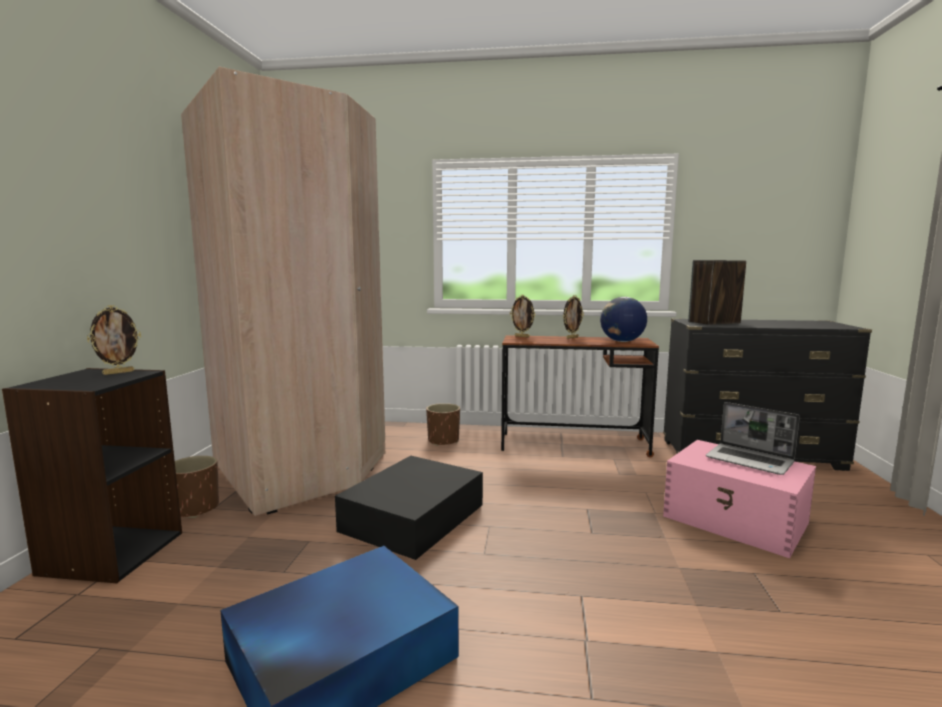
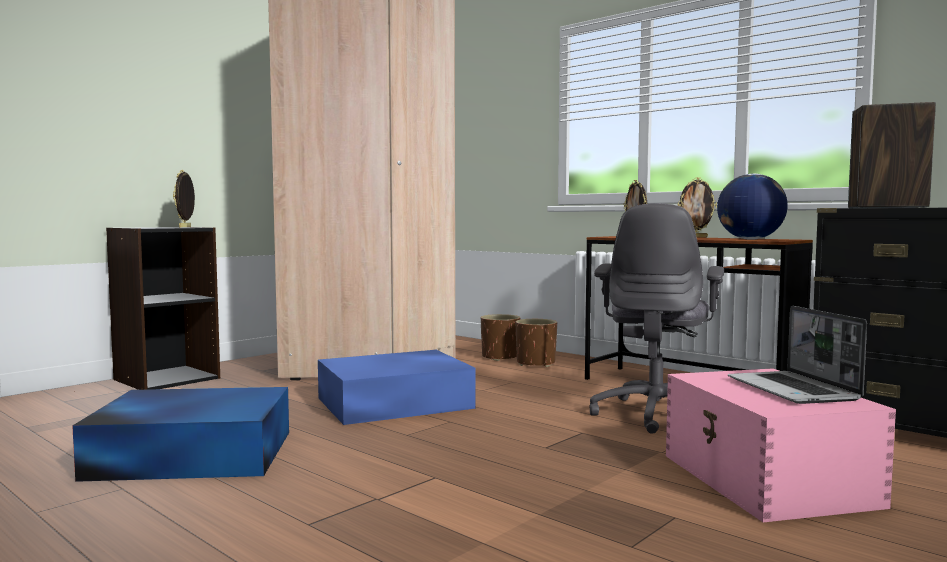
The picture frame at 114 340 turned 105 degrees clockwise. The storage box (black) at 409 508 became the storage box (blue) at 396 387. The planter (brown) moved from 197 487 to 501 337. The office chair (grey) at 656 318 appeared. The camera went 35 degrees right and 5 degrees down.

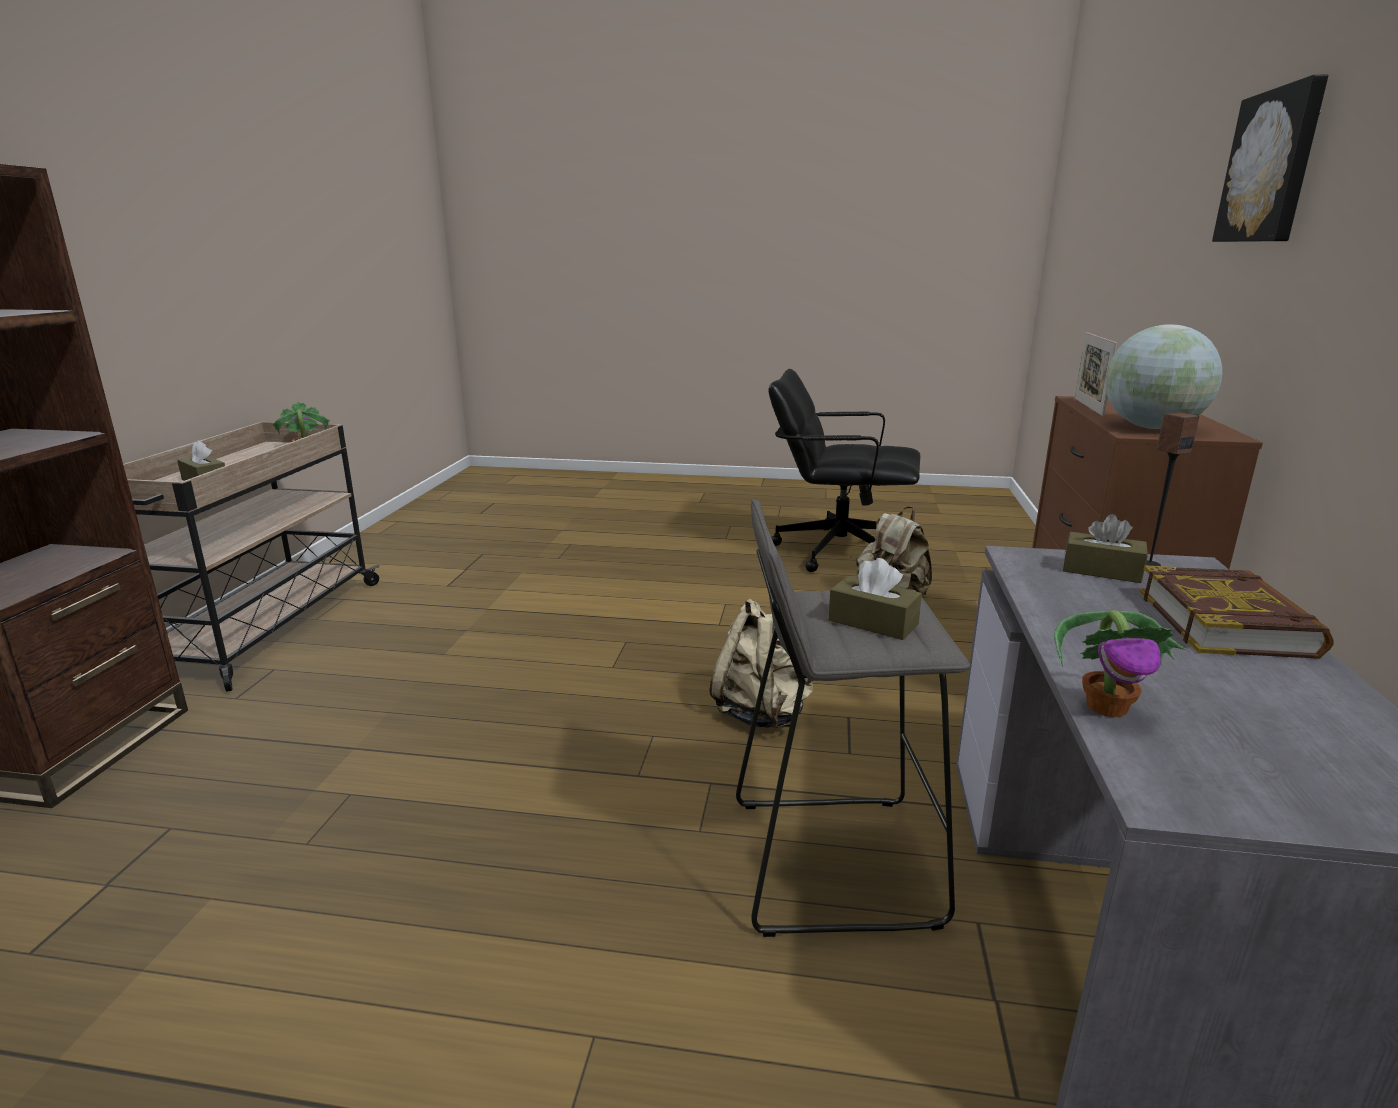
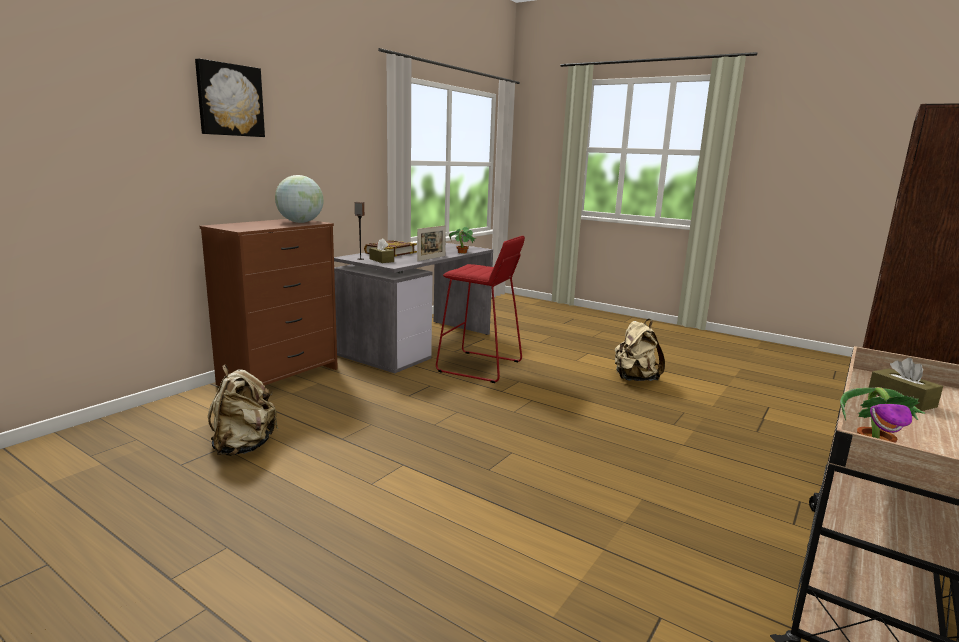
The picture frame moved from 1096 374 to 431 243. The stool (grey) at 853 718 became the stool (red) at 480 309. The backpack (beige) moved from 761 663 to 640 350. The office chair (black) at 844 470 disappeared. The tissue box (brown) at 875 599 disappeared. The camera went 155 degrees left and 5 degrees down.

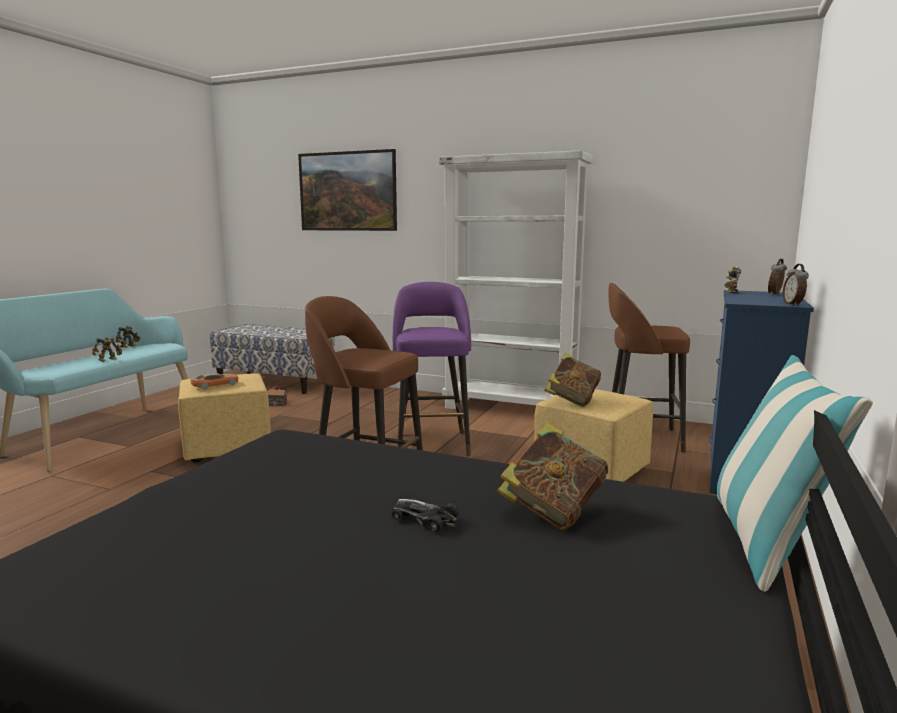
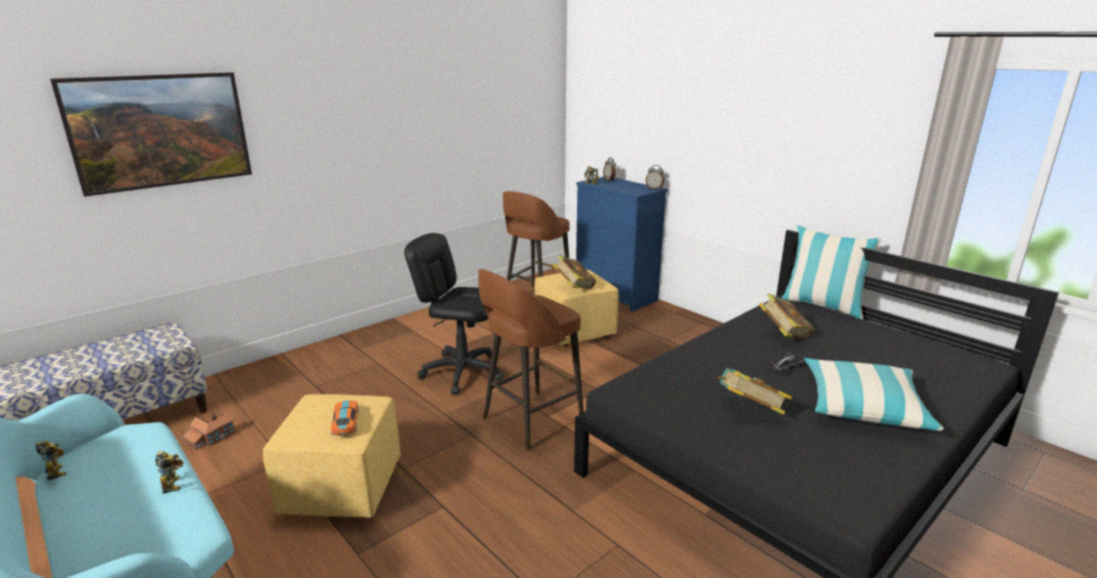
The stool (purple) at 432 369 was replaced by the office chair (black) at 454 313. The book at 754 391 appeared. The pillow at 874 394 appeared. The bookcase (white) at 516 279 disappeared. The camera went 65 degrees left and 10 degrees up.

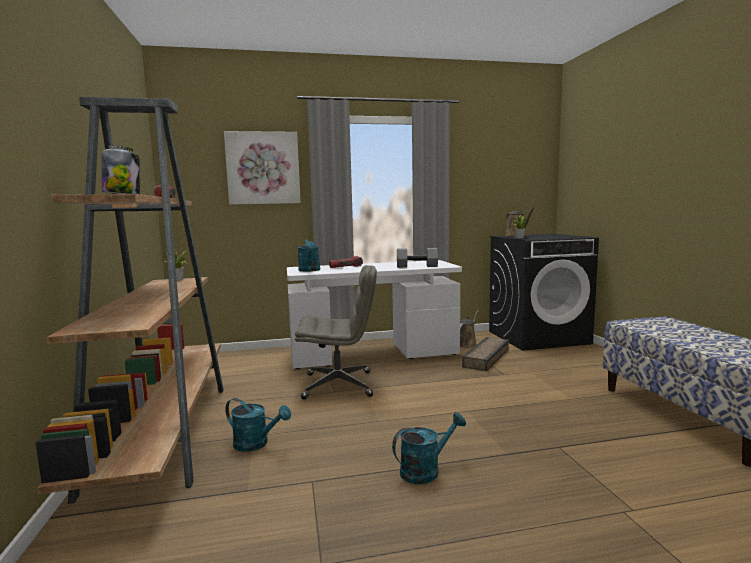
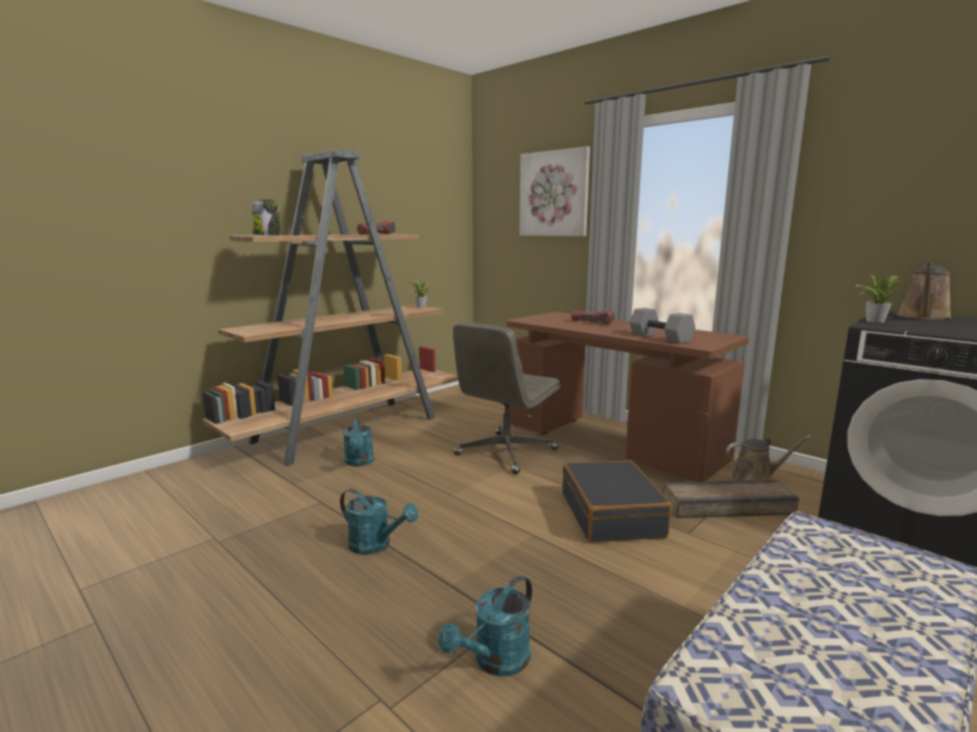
The watering can (turquoise) moved from 308 255 to 485 625. The office chair (grey) at 336 332 turned 75 degrees clockwise. The desk (white) at 374 314 became the desk (brown) at 627 397. The suitcase (black) at 617 501 appeared. The camera went 55 degrees right and 5 degrees up.

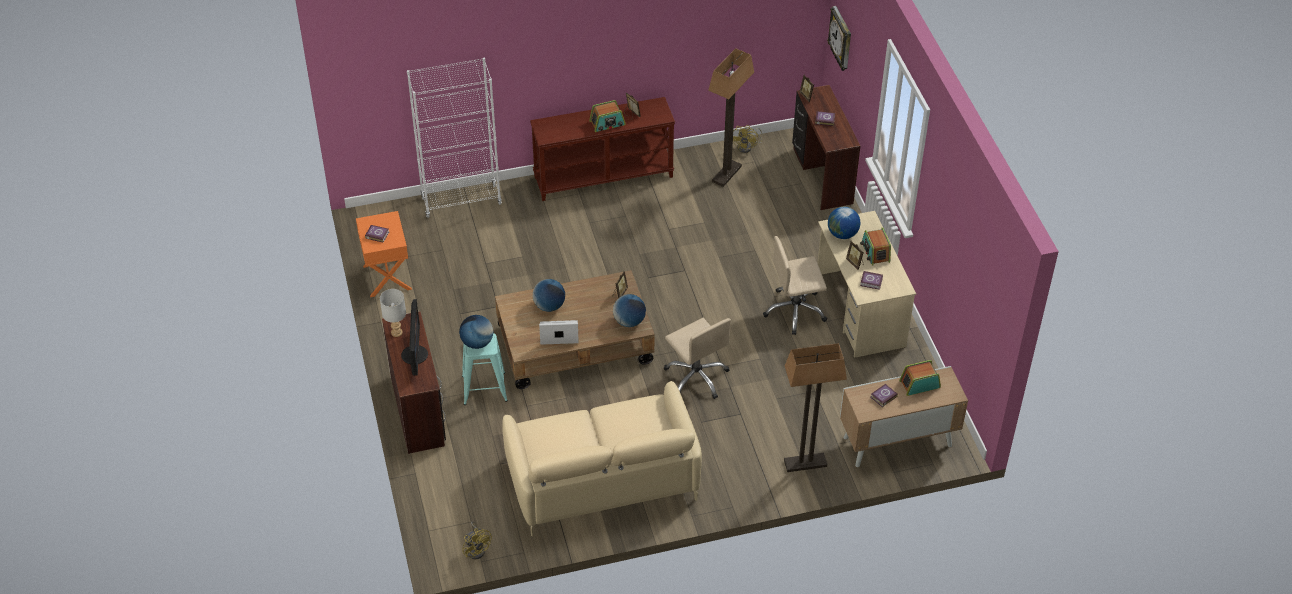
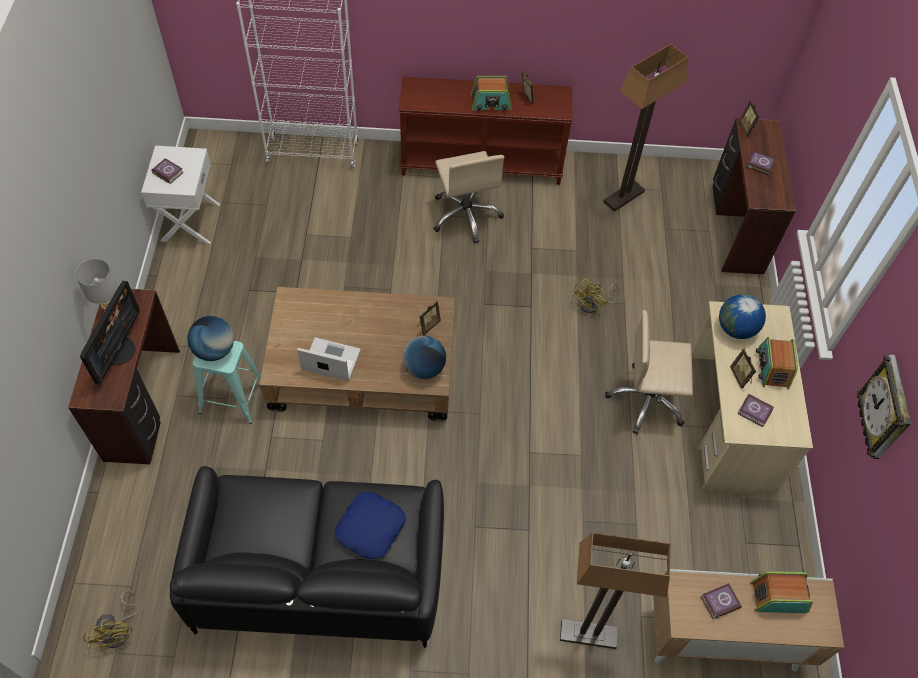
The nightstand (orange) at 384 254 became the nightstand (white) at 180 195. The sofa (beige) at 602 458 became the sofa (black) at 307 557. The pillow (blue) at 370 525 appeared. The office chair (beige) moved from 697 358 to 468 197. The fan (yellow) moved from 747 139 to 595 296. The wall clock moved from 839 38 to 883 407. The globe at 549 295 disappeared. The camera went 15 degrees right and 10 degrees up.

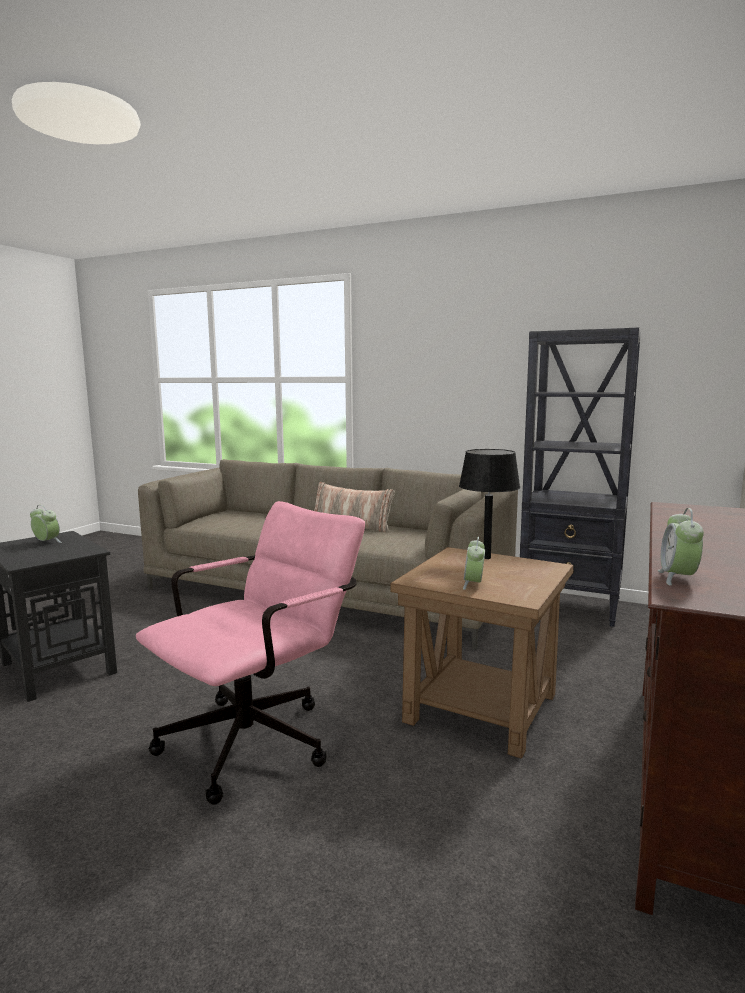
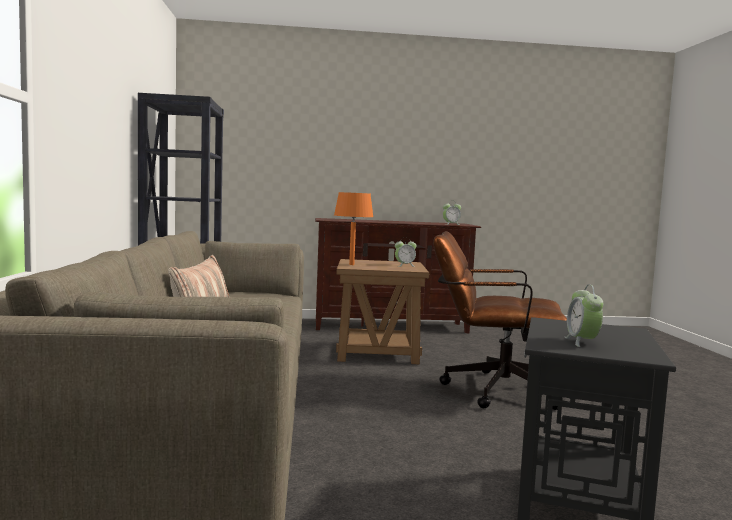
The table lamp (black) at 489 504 became the table lamp (orange) at 354 228. The office chair (pink) at 250 653 became the office chair (brown) at 500 320. The camera went 120 degrees left and 5 degrees down.

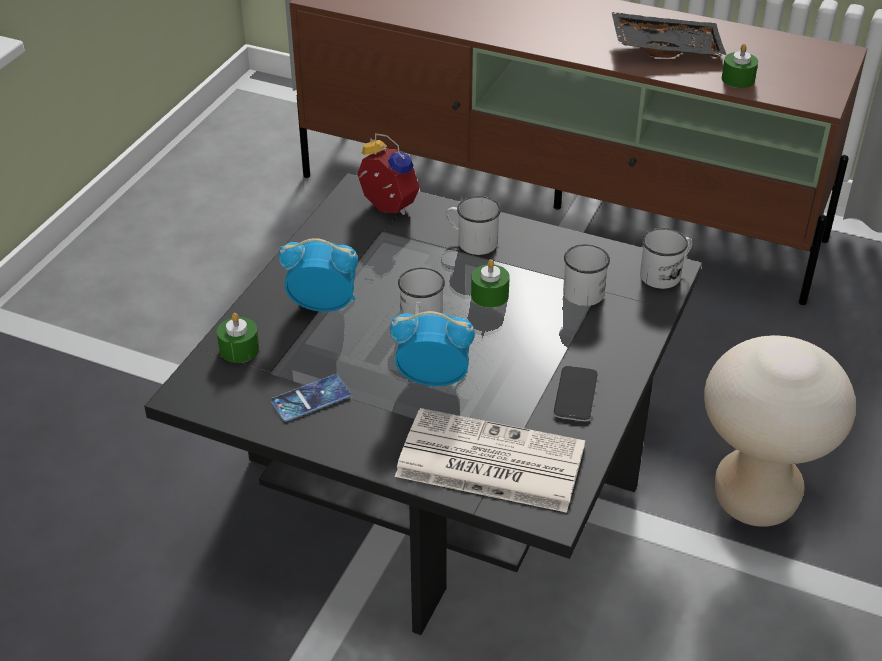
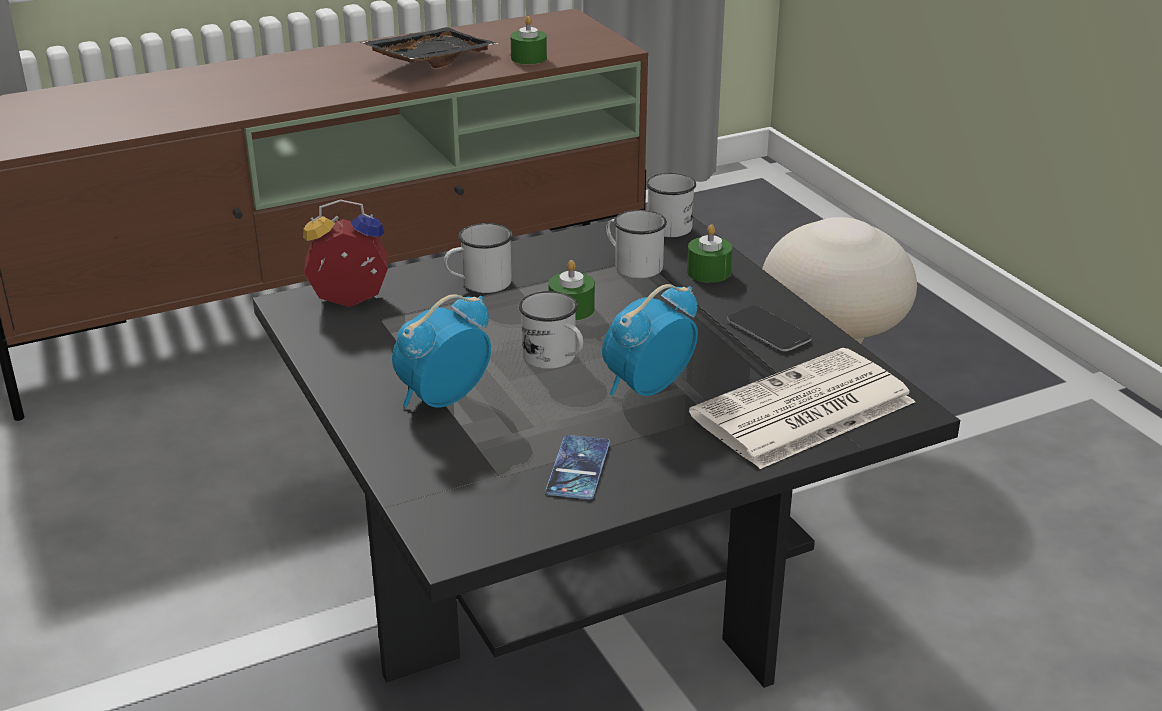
The candle (green) moved from 238 338 to 709 253. The camera went 50 degrees left and 10 degrees down.

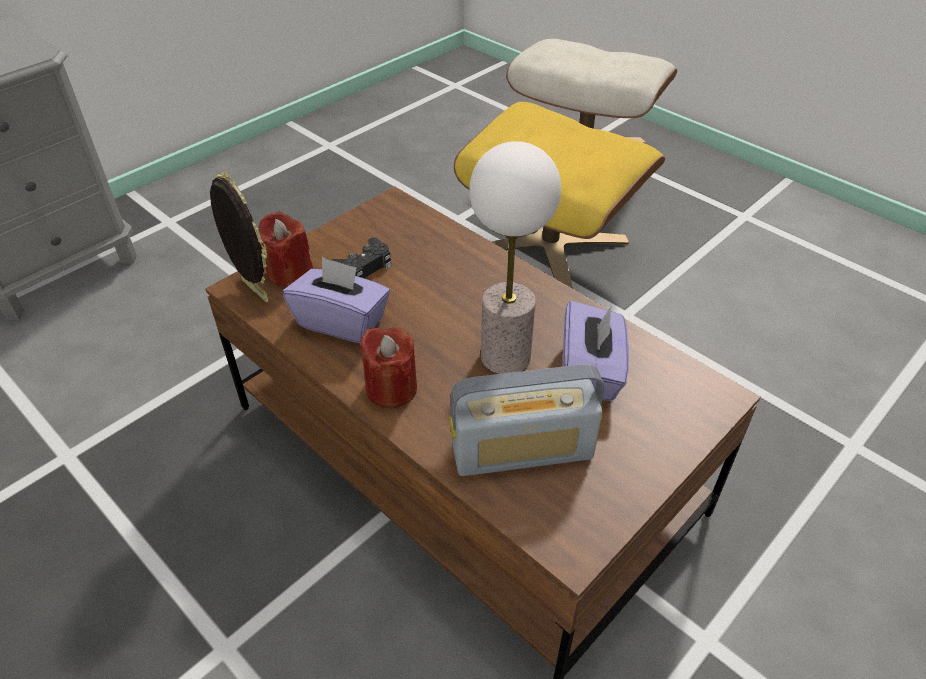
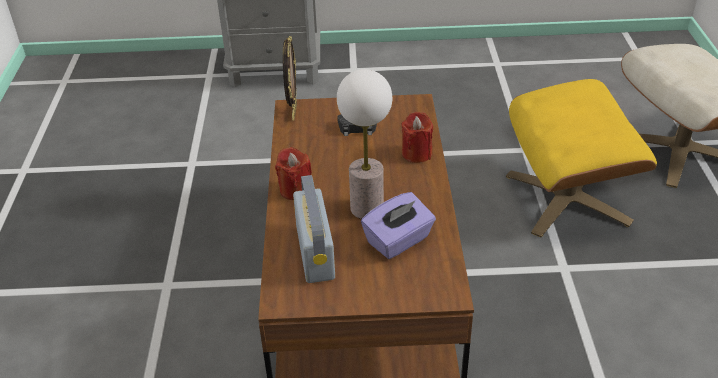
The radio at 526 420 turned 135 degrees counterclockwise. The candle (red) moved from 285 249 to 417 137. The tissue box (purple) at 336 300 disappeared. The camera went 45 degrees right and 5 degrees down.

